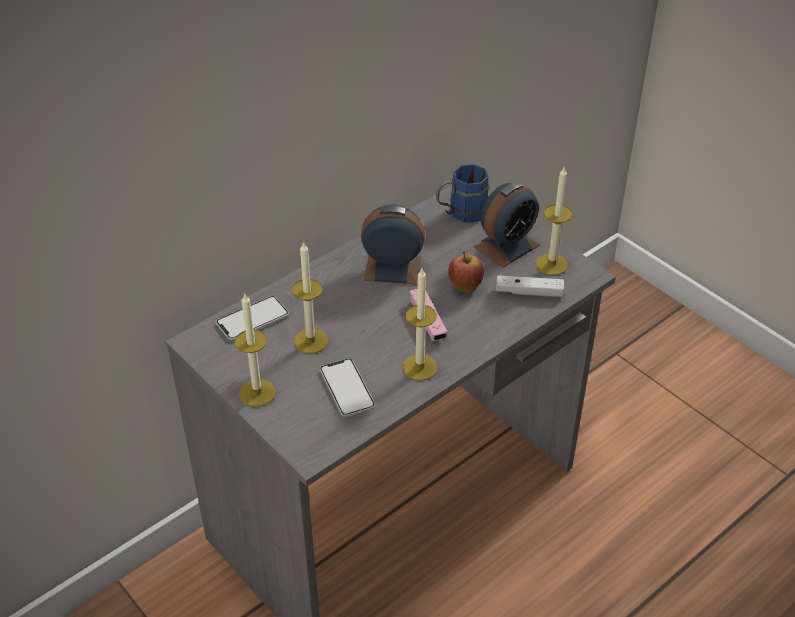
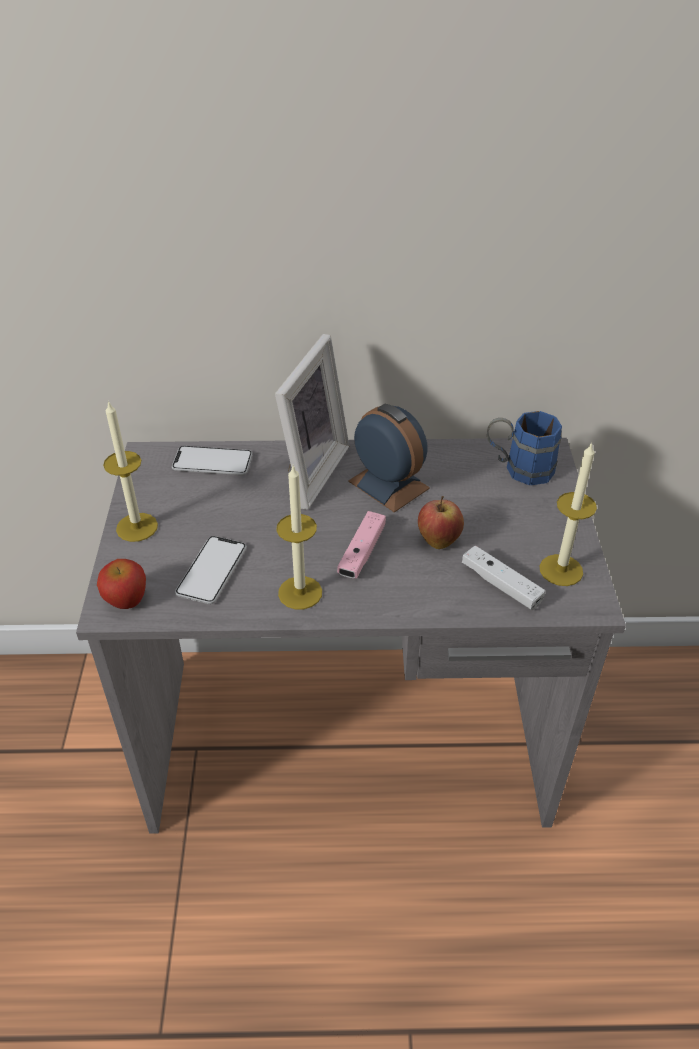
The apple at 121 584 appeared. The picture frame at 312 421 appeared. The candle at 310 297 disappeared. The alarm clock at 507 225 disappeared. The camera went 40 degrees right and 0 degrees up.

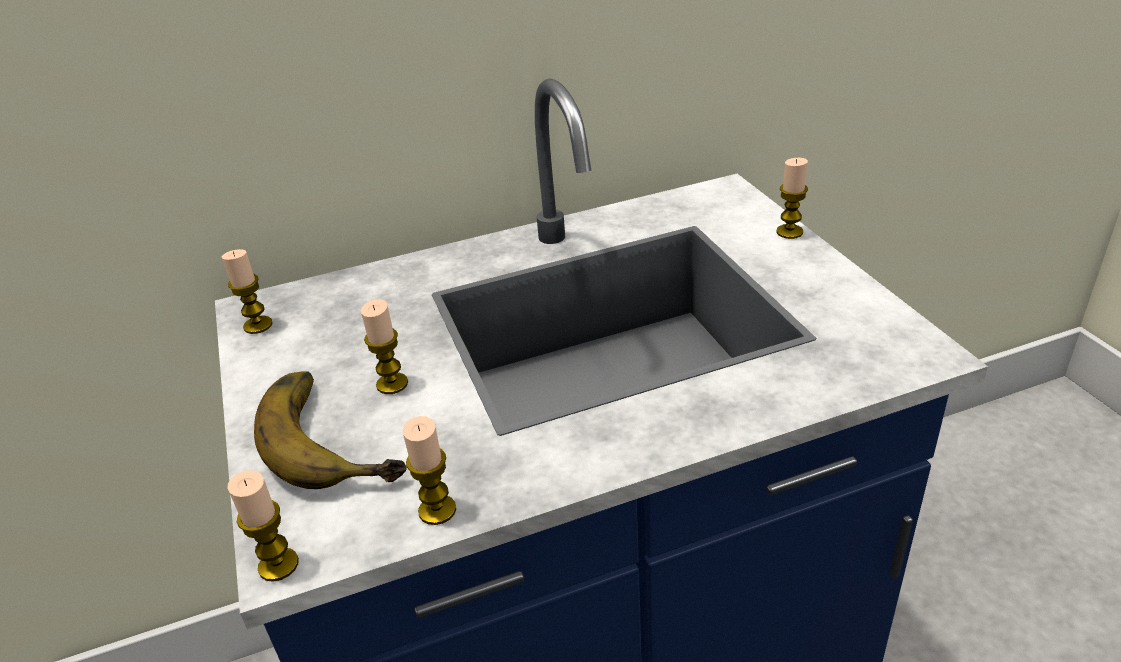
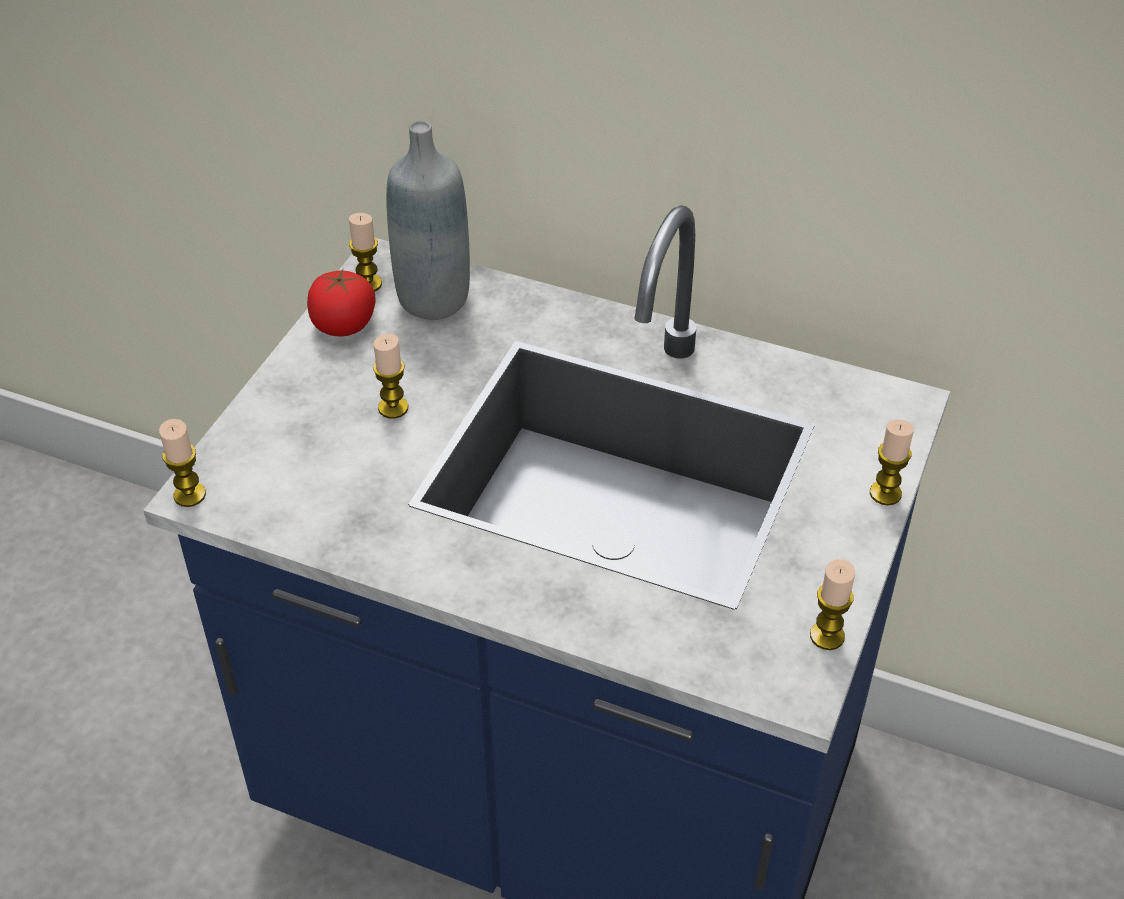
The tomato at 341 302 appeared. The bottle (grey) at 428 220 appeared. The candle moved from 429 470 to 832 604. The banana at 330 430 disappeared. The camera went 40 degrees right and 10 degrees up.

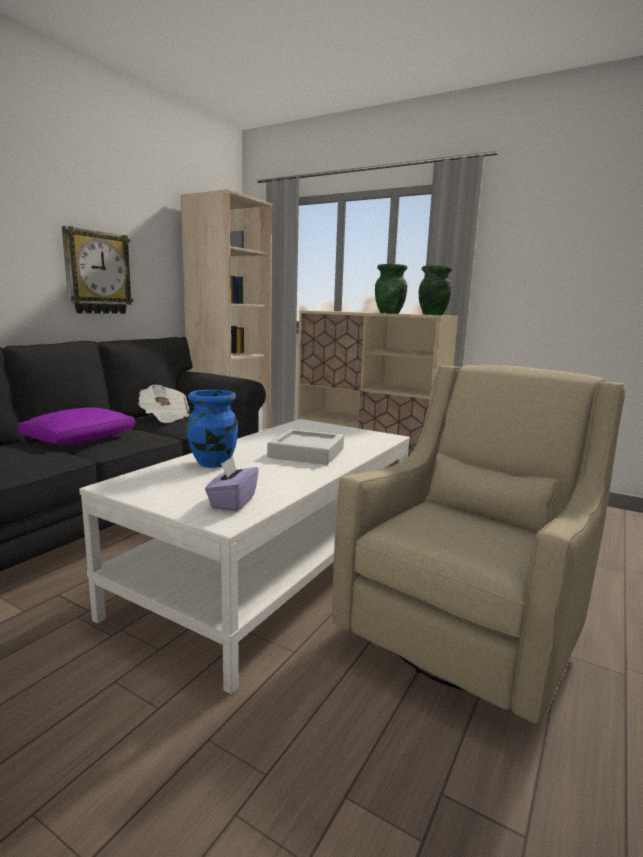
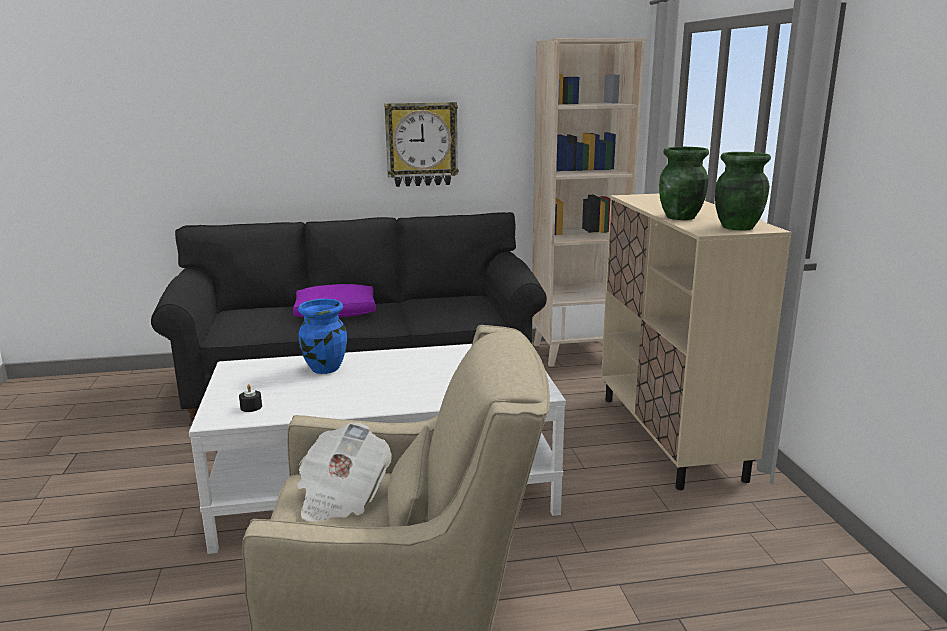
The tissue box (purple) at 232 484 was replaced by the candle (black) at 250 398. The newspaper moved from 164 404 to 344 472. The tray (grey) at 305 447 disappeared. The camera went 50 degrees right and 5 degrees up.

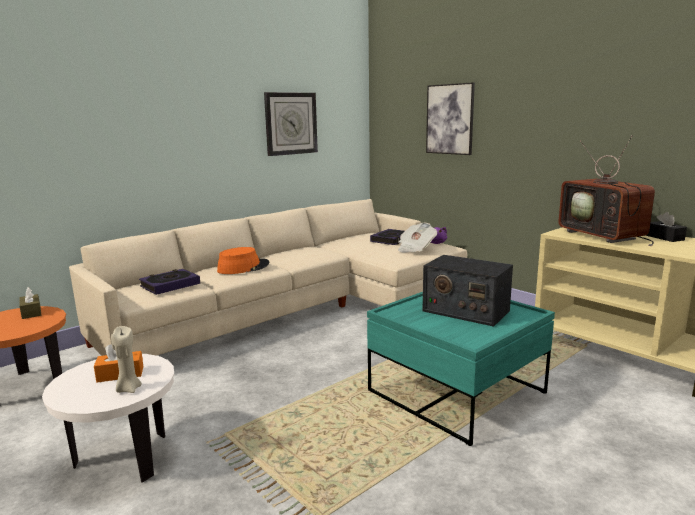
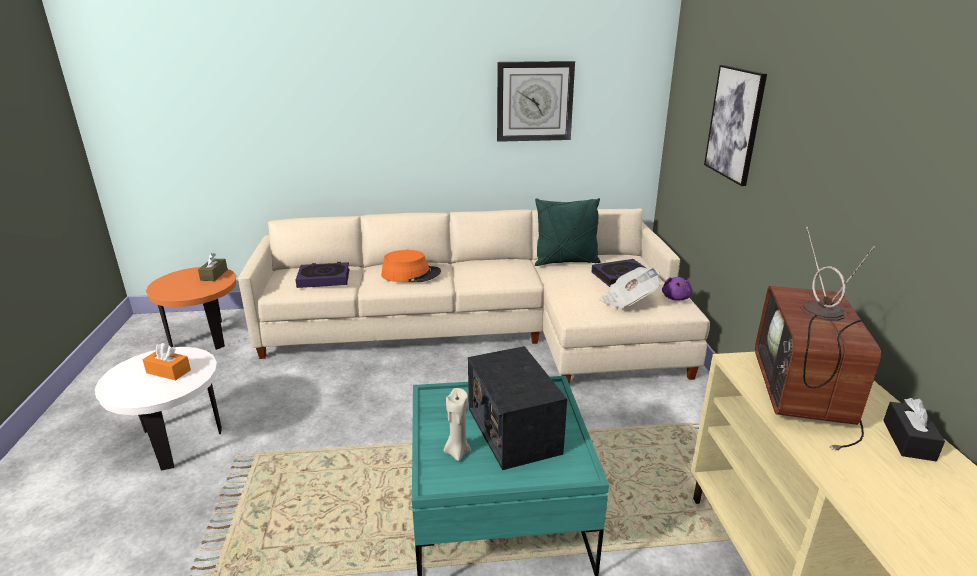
The candle (beige) moved from 126 359 to 457 424. The pillow (green) at 568 232 appeared. The camera went 35 degrees right and 10 degrees up.

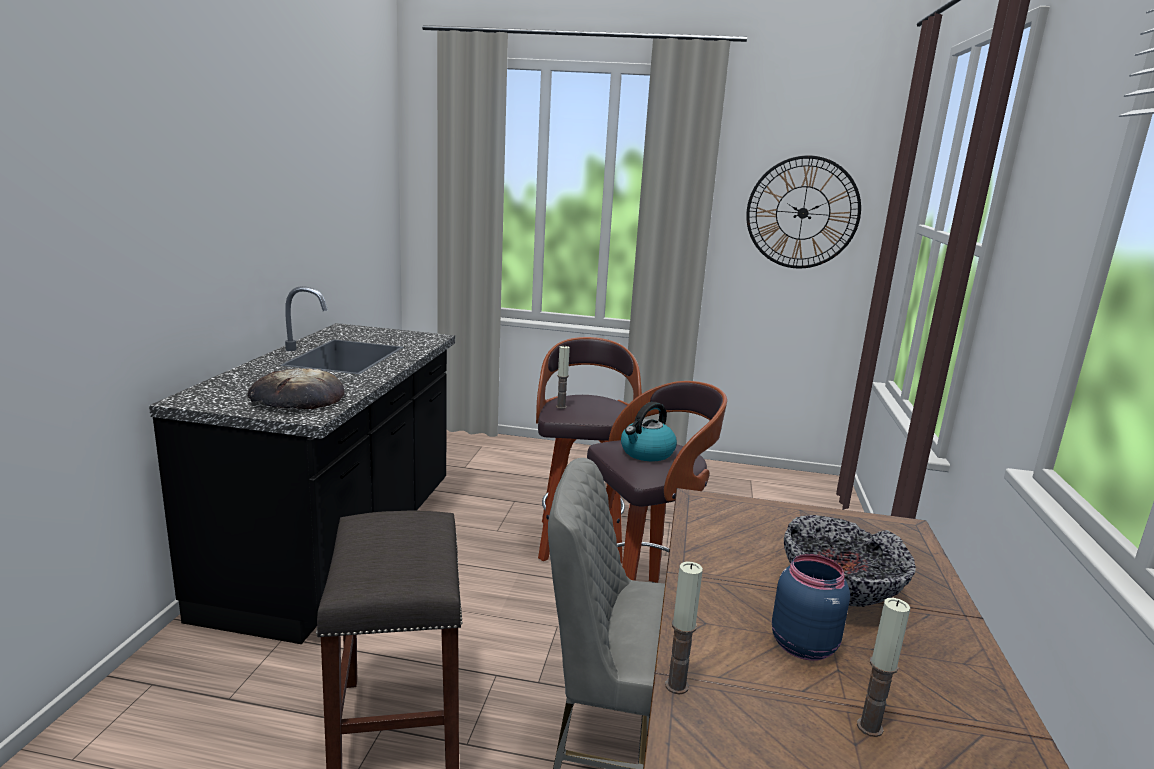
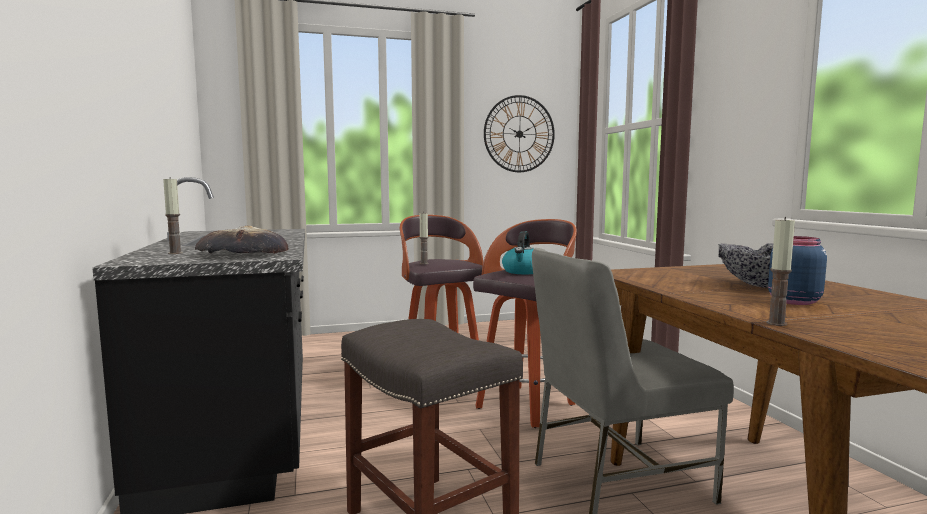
The candle moved from 883 667 to 173 216. The camera went 25 degrees left and 10 degrees down.

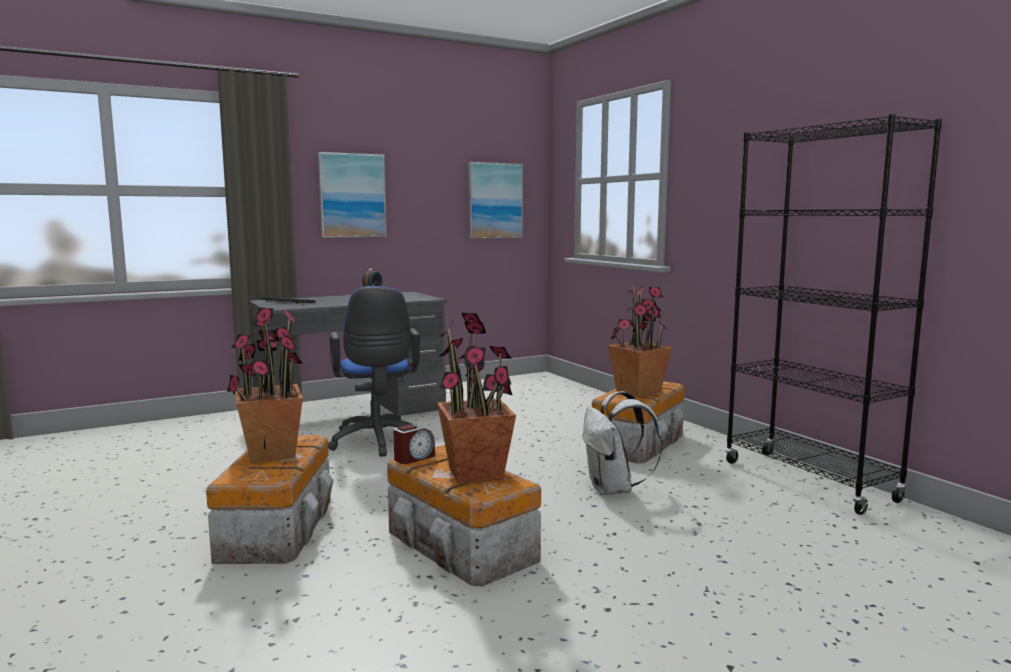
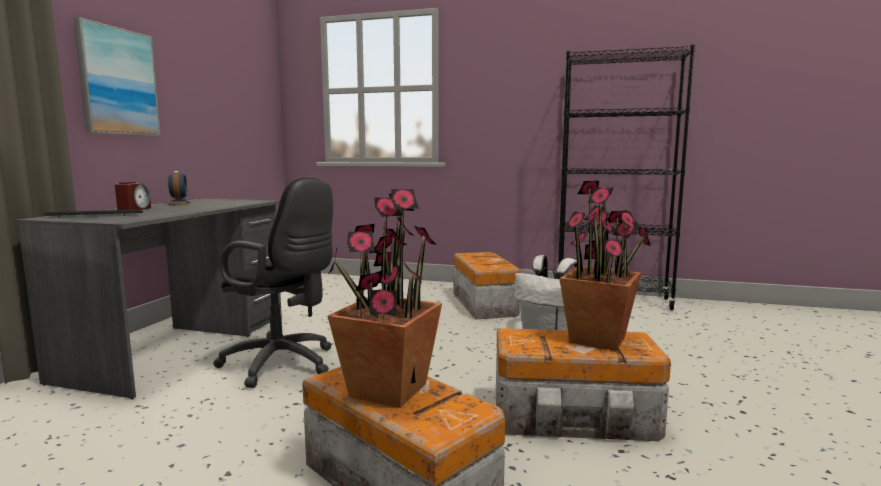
The alarm clock moved from 414 444 to 133 196. The office chair (blue) at 374 371 became the office chair (black) at 273 283. The picture at 495 200 disappeared. The potted plant at 640 339 disappeared. The camera went 45 degrees left and 0 degrees up.

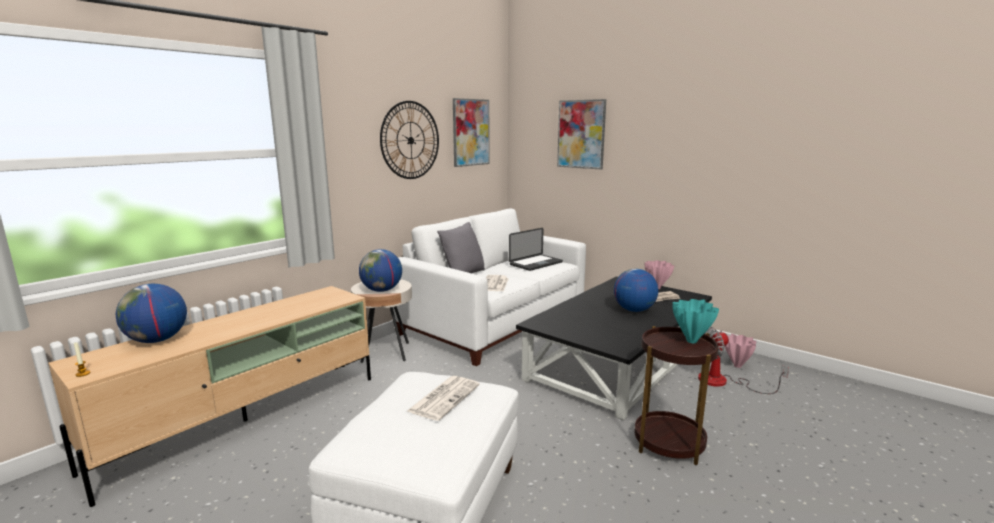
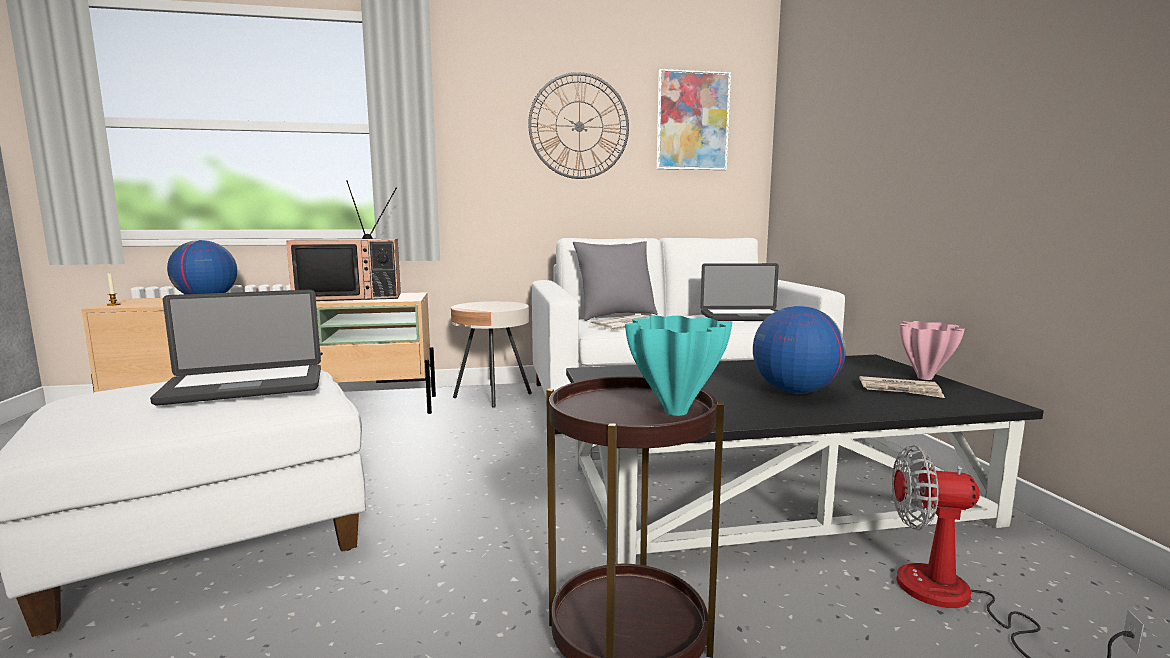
The newspaper at 443 398 was replaced by the laptop at 235 347. The television at 343 240 appeared. The globe at 380 270 disappeared. The picture at 581 134 disappeared. The vase (pink) at 741 351 disappeared. The camera went 40 degrees right and 5 degrees down.

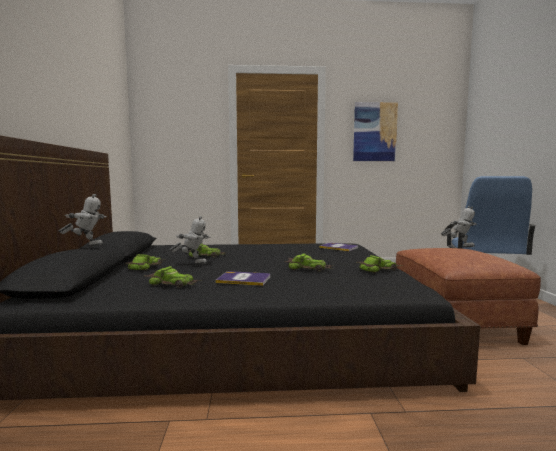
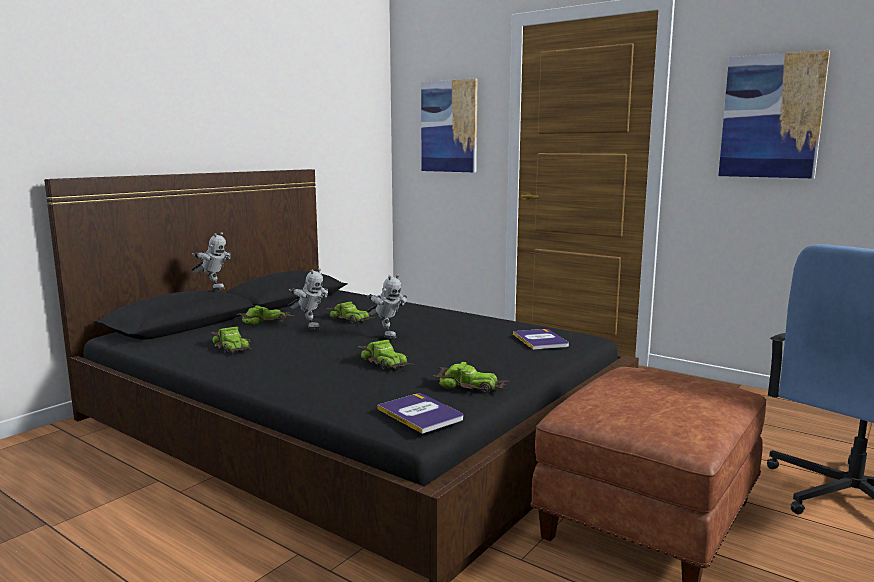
The toy robot moved from 459 227 to 387 306. The book moved from 242 278 to 420 414. The picture at 449 125 appeared. The camera went 40 degrees right and 5 degrees up.

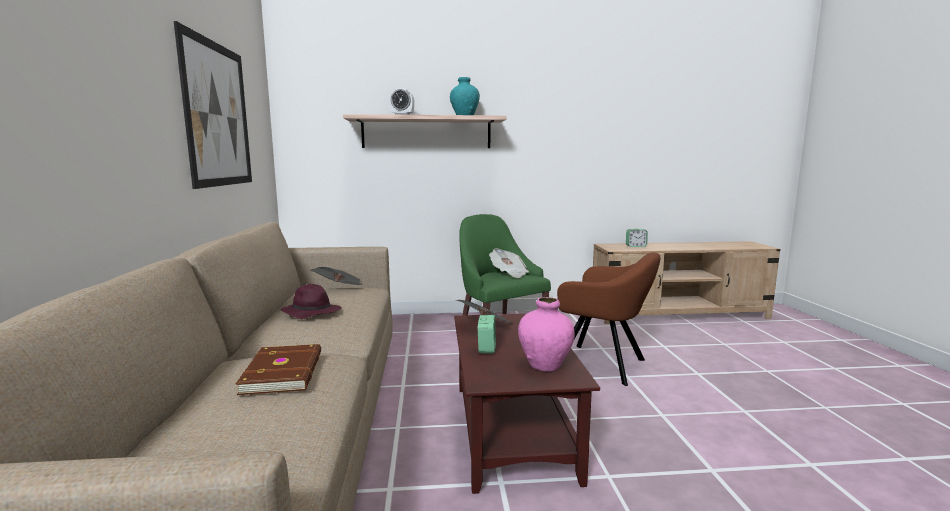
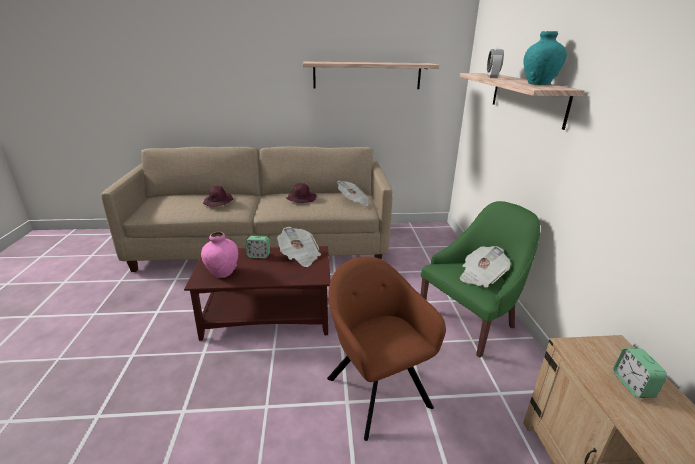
The book (brown) at 278 369 was replaced by the hat (purple) at 218 196. The picture at 213 105 was replaced by the shelf at 371 75. The armchair (brown) at 609 319 turned 120 degrees clockwise. The camera went 90 degrees right and 15 degrees up.

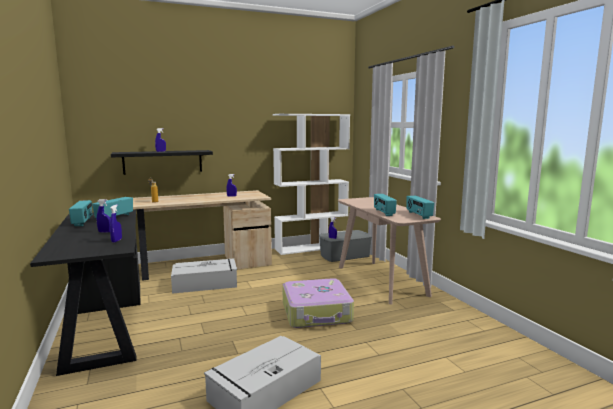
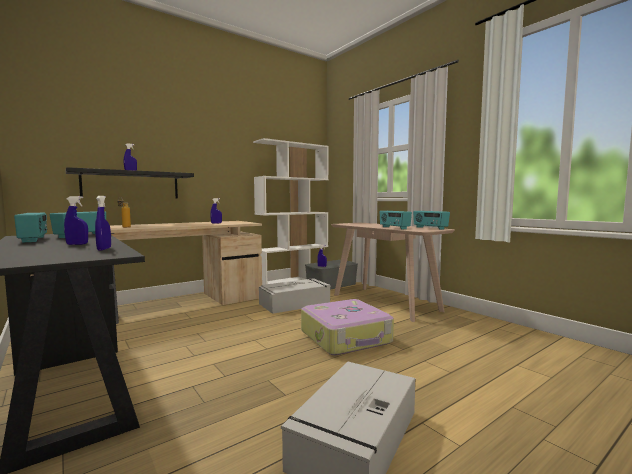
The storage box (grey) moved from 204 276 to 295 296. The camera went 15 degrees left and 5 degrees down.

